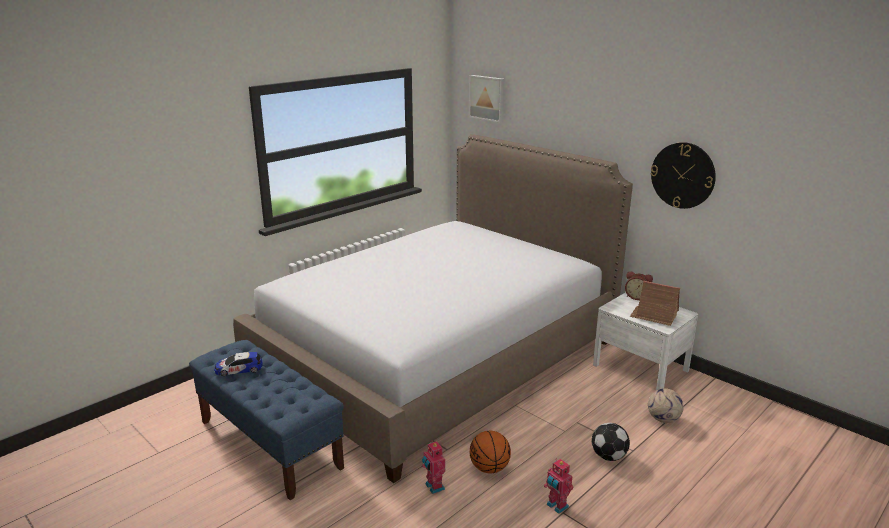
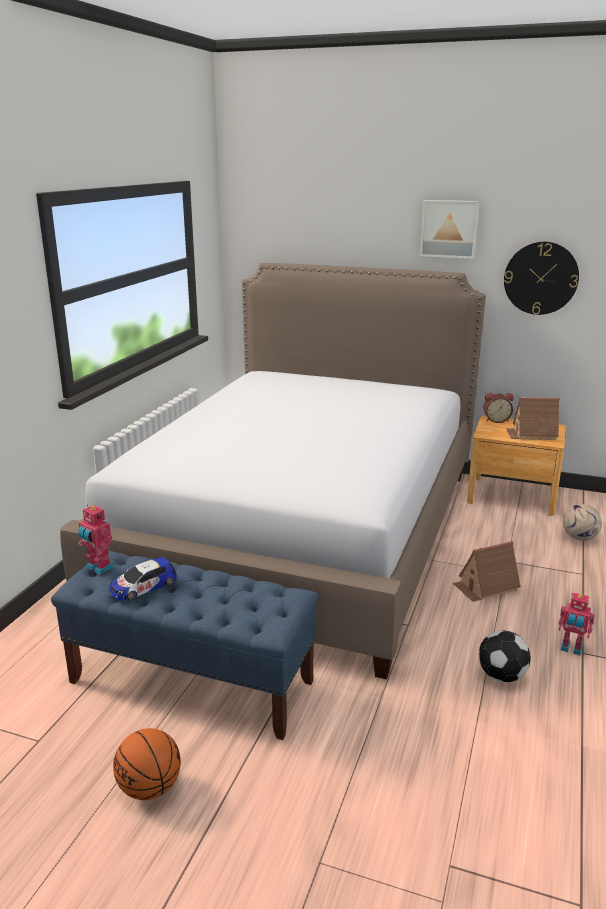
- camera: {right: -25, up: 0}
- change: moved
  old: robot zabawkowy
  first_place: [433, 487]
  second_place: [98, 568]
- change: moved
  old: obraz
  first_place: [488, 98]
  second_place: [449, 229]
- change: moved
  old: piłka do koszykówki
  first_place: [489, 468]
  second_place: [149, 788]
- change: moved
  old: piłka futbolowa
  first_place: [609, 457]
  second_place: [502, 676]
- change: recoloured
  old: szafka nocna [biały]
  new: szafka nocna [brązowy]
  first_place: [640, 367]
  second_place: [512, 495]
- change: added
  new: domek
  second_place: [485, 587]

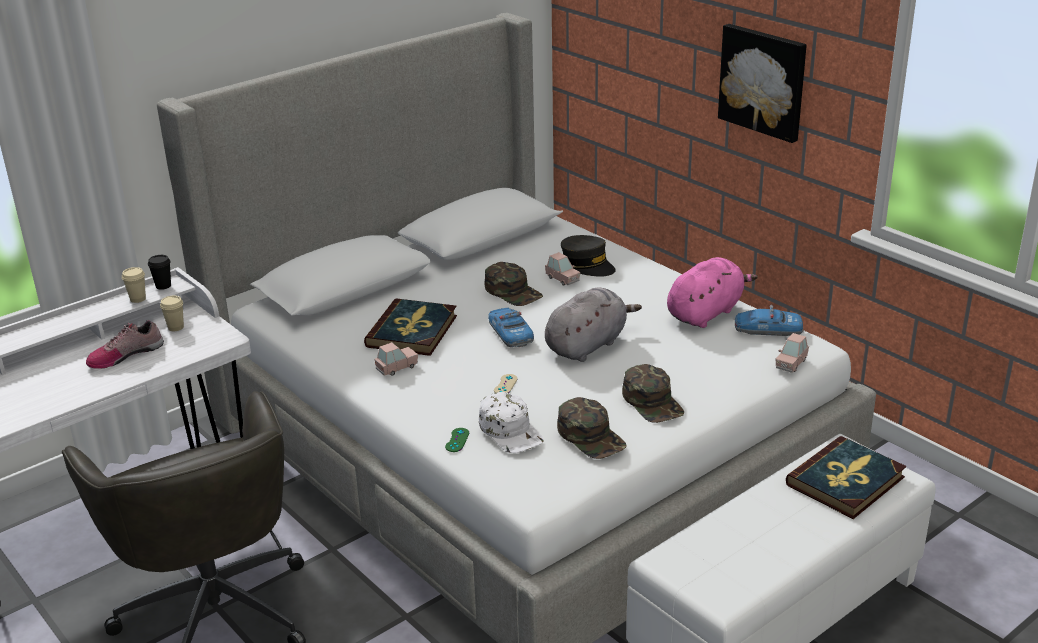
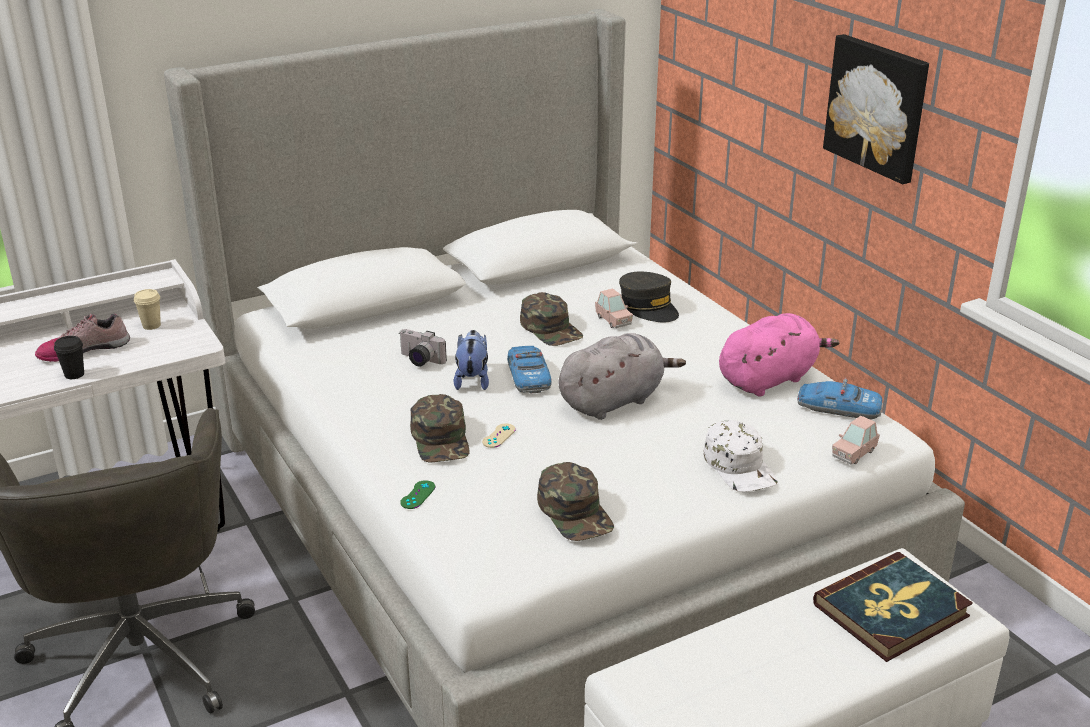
- camera: {right: 10, up: 0}
- change: removed
  old: filiżanka [beżowy]
  first_place: [138, 299]
- change: moved
  old: filiżanka [czarny]
  first_place: [163, 286]
  second_place: [74, 374]
- change: replaced
  old: książka
  new: aparat fotograficzny
  first_place: [412, 331]
  second_place: [419, 360]
- change: removed
  old: samochodzik [różowy]
  first_place: [397, 368]
- change: moved
  old: czapka z daszkiem [biały]
  first_place: [511, 431]
  second_place: [740, 466]
- change: moved
  old: czapka z daszkiem [zielony]
  first_place: [653, 402]
  second_place: [441, 439]
- change: added
  new: pluszak
  second_place: [472, 380]

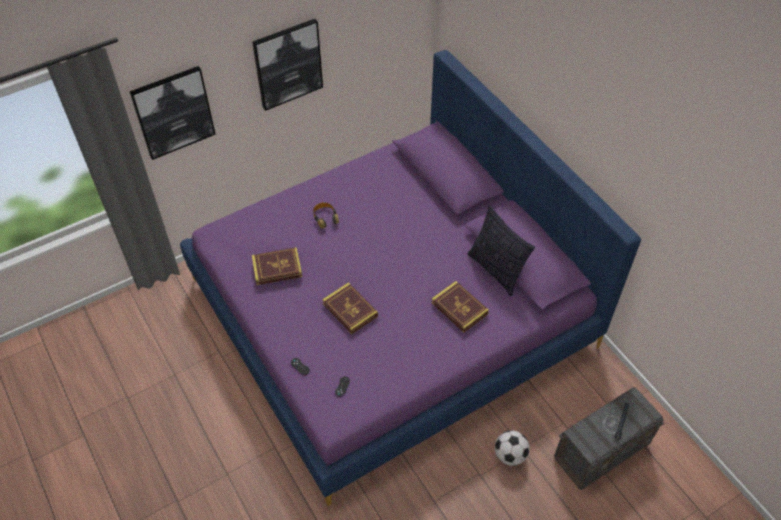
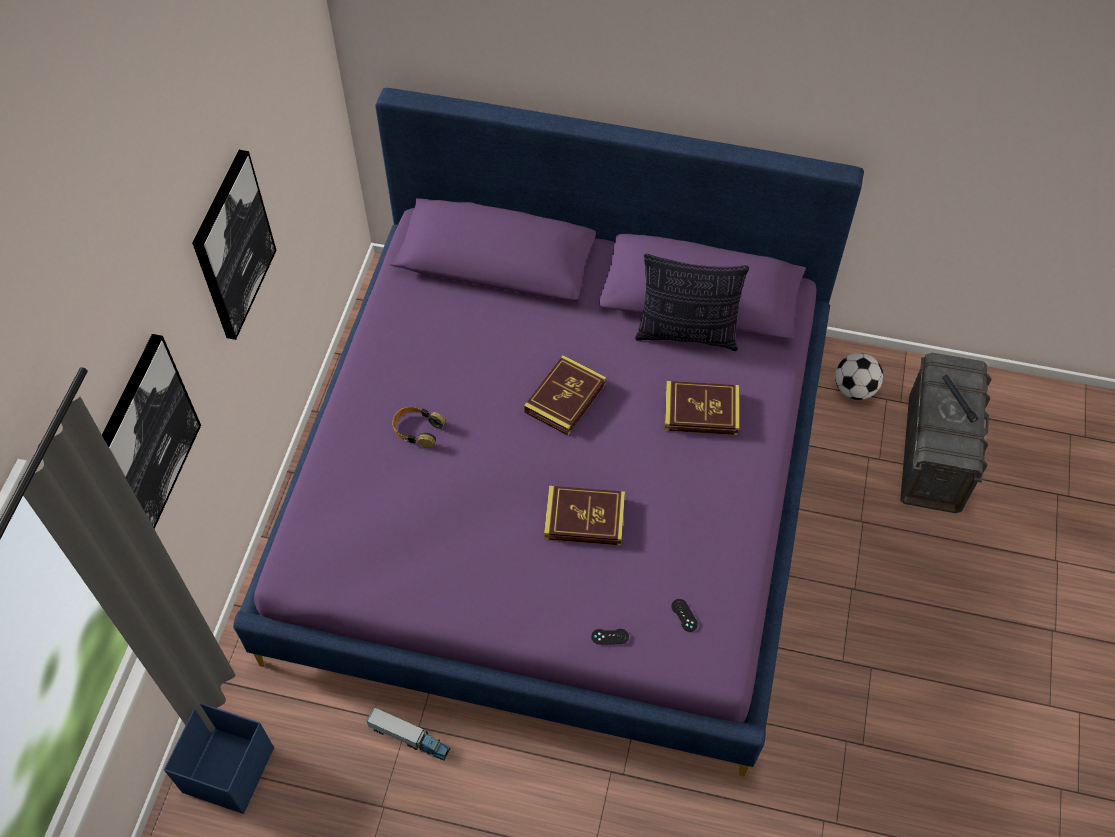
- camera: {right: -45, up: 5}
- change: moved
  old: książka
  first_place: [277, 268]
  second_place: [565, 398]
- change: moved
  old: piłka futbolowa
  first_place: [510, 455]
  second_place: [854, 389]
- change: added
  new: pojemnik do przechowywania [niebieski]
  second_place: [230, 769]
- change: added
  new: ciężarówka zabawkowa
  second_place: [409, 738]

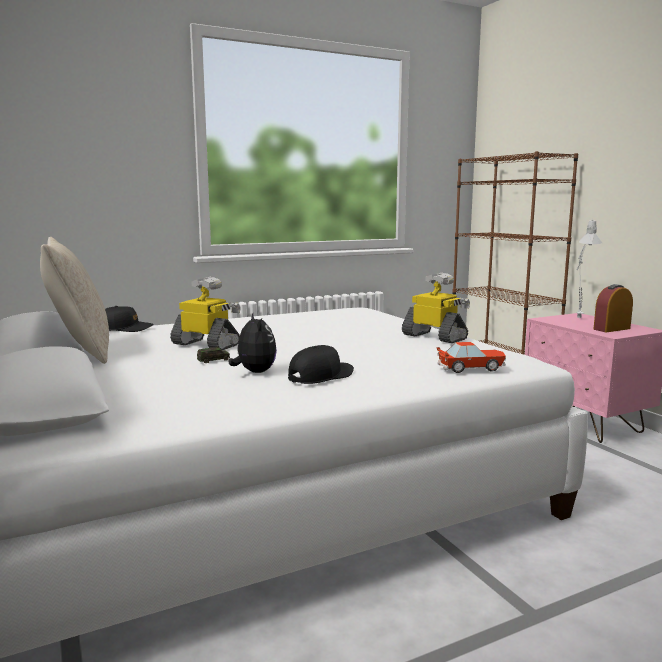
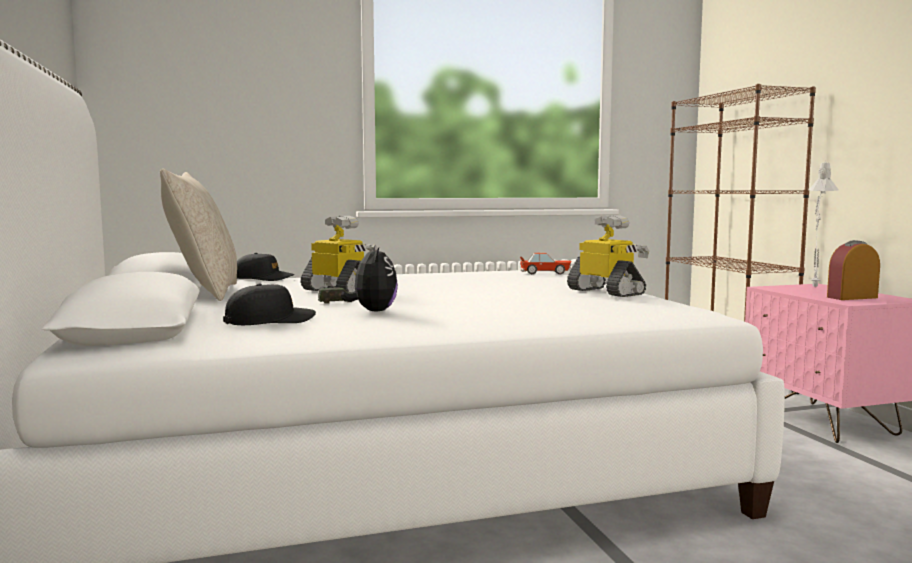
- camera: {right: 10, up: -5}
- change: moved
  old: czapka z daszkiem [czarny]
  first_place: [321, 376]
  second_place: [270, 321]
- change: moved
  old: samochodzik
  first_place: [471, 368]
  second_place: [545, 273]

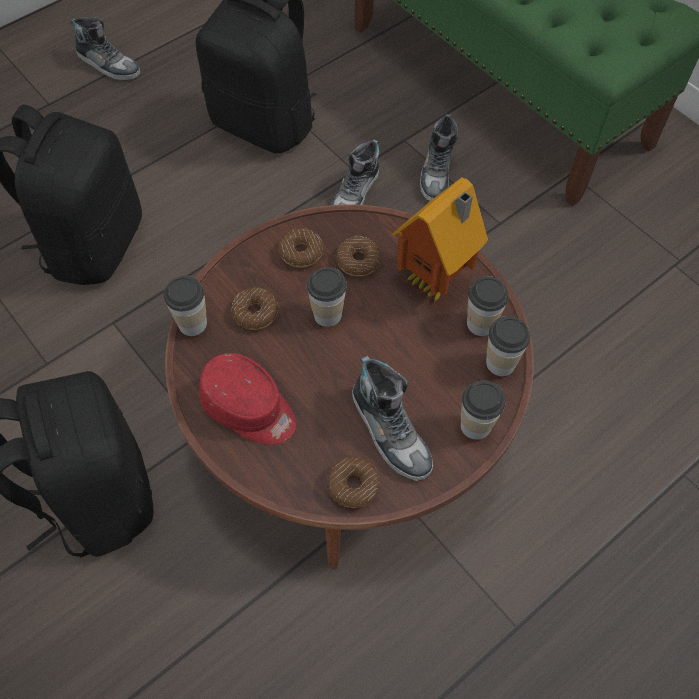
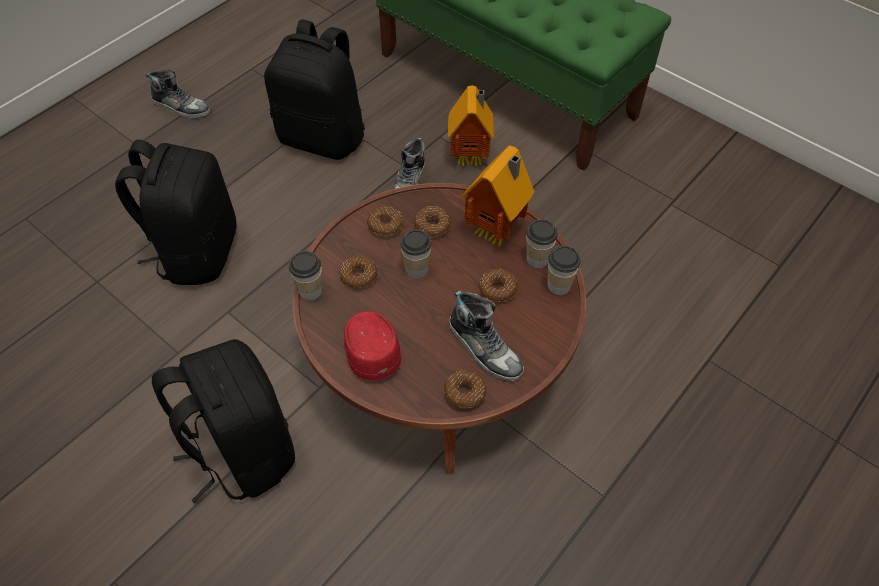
- camera: {right: -10, up: -5}
- change: turned
  old: czapka z daszkiem [czerwony]
  first_place: [250, 409]
  second_place: [370, 349]
  degrees: -135
- change: replaced
  old: but
  new: domek
  first_place: [437, 172]
  second_place: [471, 158]
- change: removed
  old: filiżanka
  first_place: [476, 425]
- change: added
  new: donut
  second_place: [498, 289]

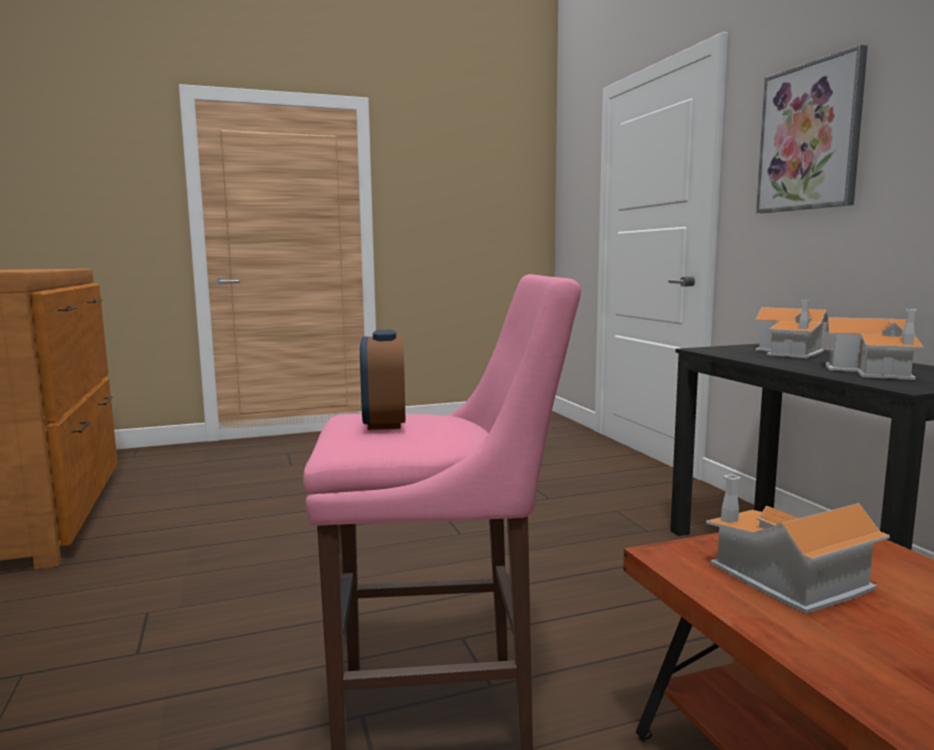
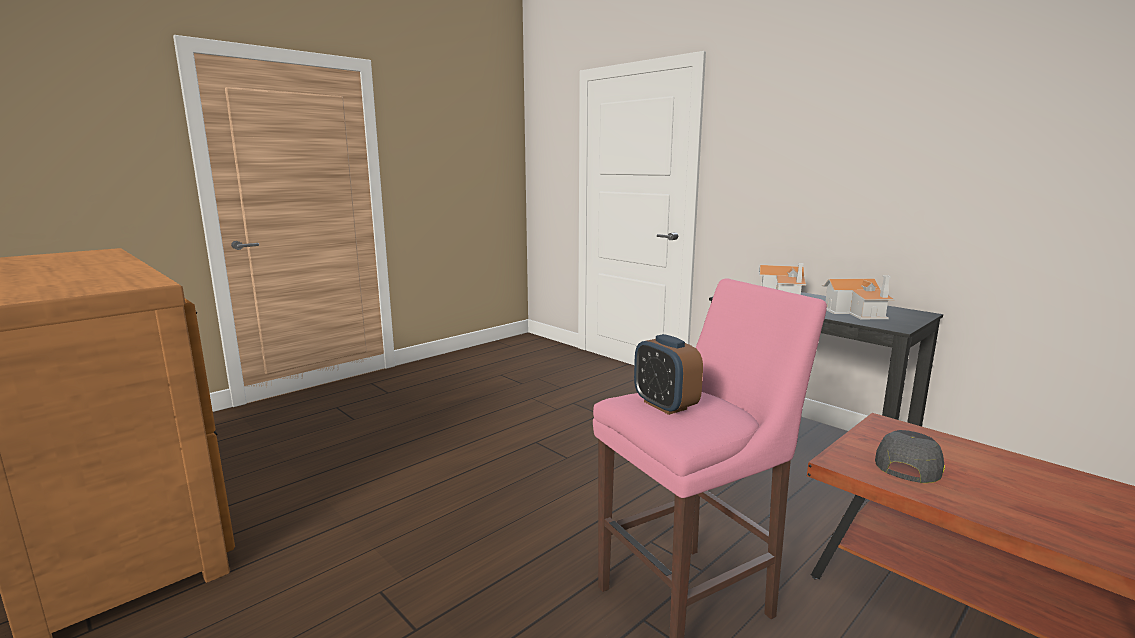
- camera: {right: -25, up: 5}
- change: replaced
  old: domek
  new: czapka z daszkiem [szary]
  first_place: [786, 579]
  second_place: [908, 464]
- change: removed
  old: obraz
  first_place: [810, 137]

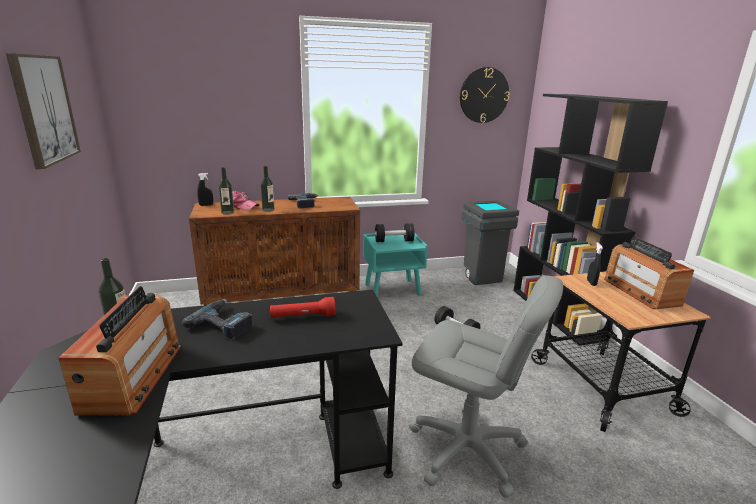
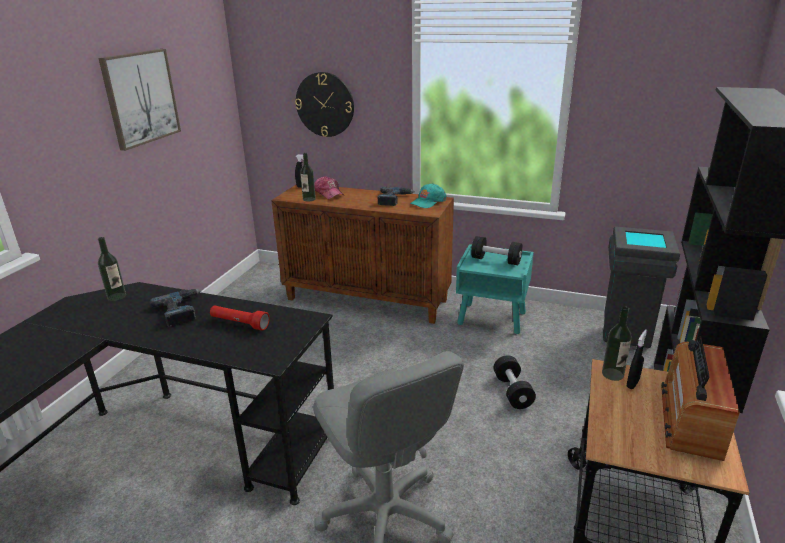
- camera: {right: 35, up: 5}
- change: removed
  old: radio
  first_place: [133, 376]
- change: moved
  old: butelka
  first_place: [268, 210]
  second_place: [612, 374]
- change: moved
  old: zegar ścienny
  first_place: [484, 95]
  second_place: [325, 104]
- change: added
  new: czapka z daszkiem [turkusowy]
  second_place: [428, 202]

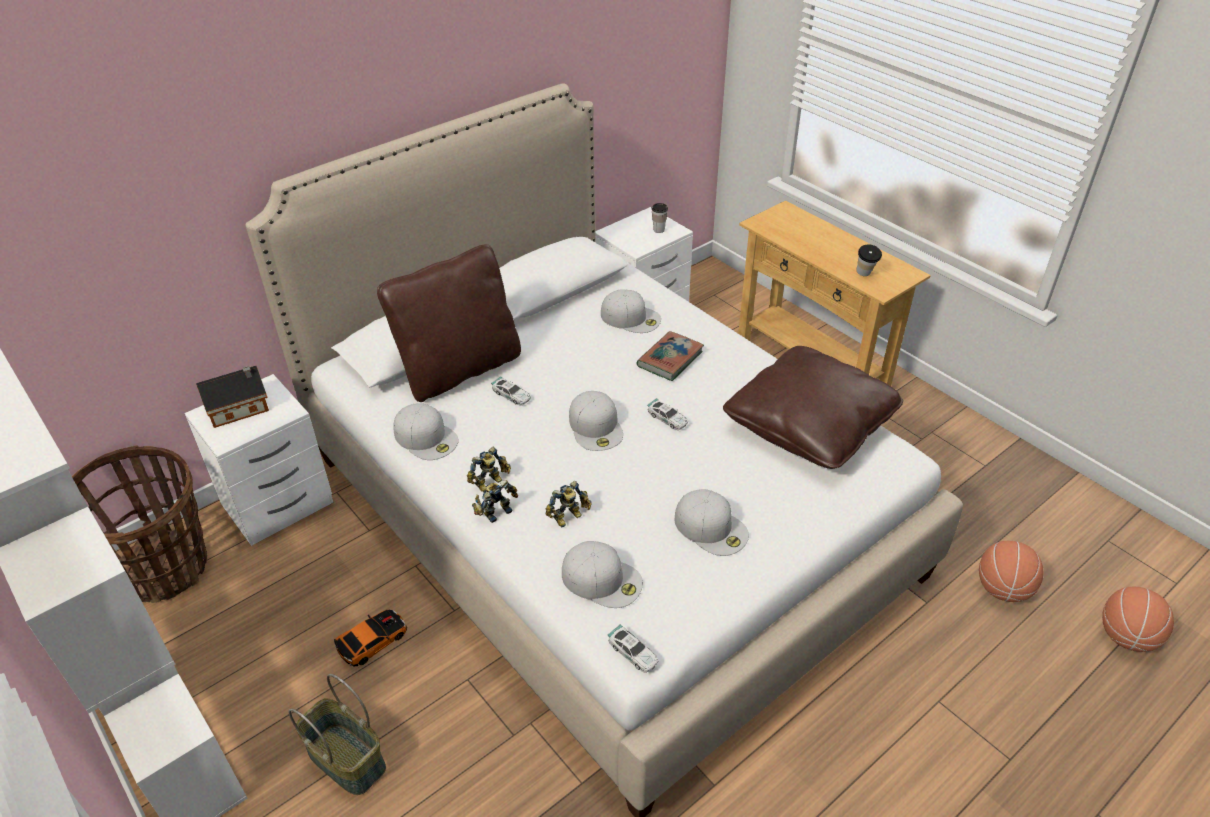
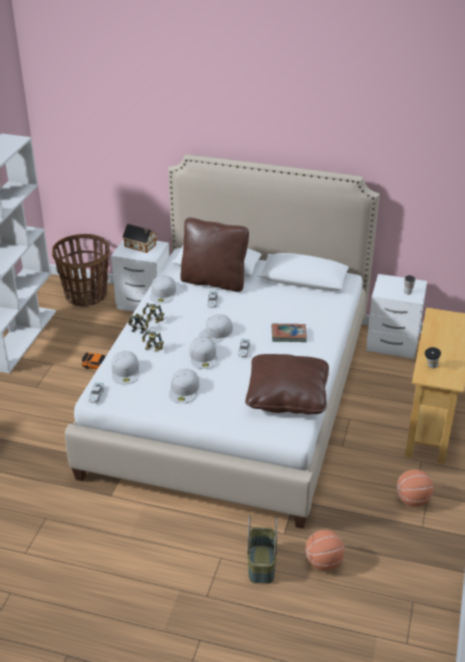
- camera: {right: 55, up: -5}
- change: moved
  old: koszyk
  first_place: [348, 759]
  second_place: [262, 565]
- change: moved
  old: czapka z daszkiem [biały]
  first_place: [631, 317]
  second_place: [203, 356]
- change: moved
  old: piłka do koszykówki
  first_place: [1126, 637]
  second_place: [412, 500]

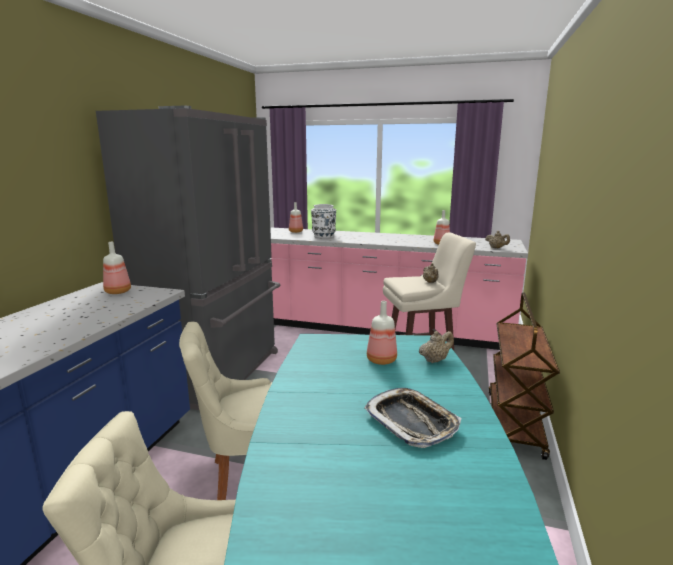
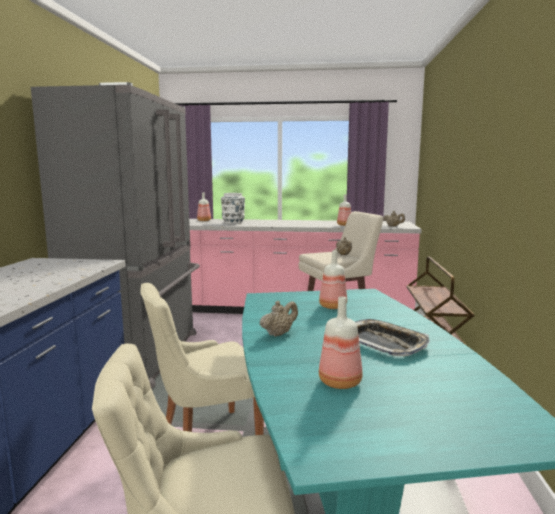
- camera: {right: -10, up: -5}
- change: moved
  old: butelka
  first_place: [118, 291]
  second_place: [340, 382]
- change: moved
  old: imbryk [beżowy]
  first_place: [435, 360]
  second_place: [278, 334]

